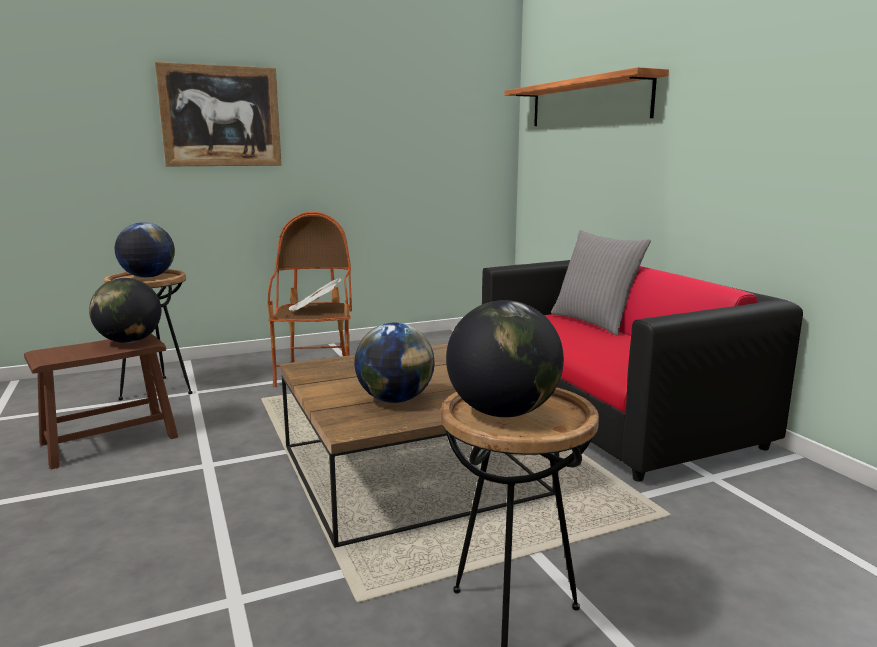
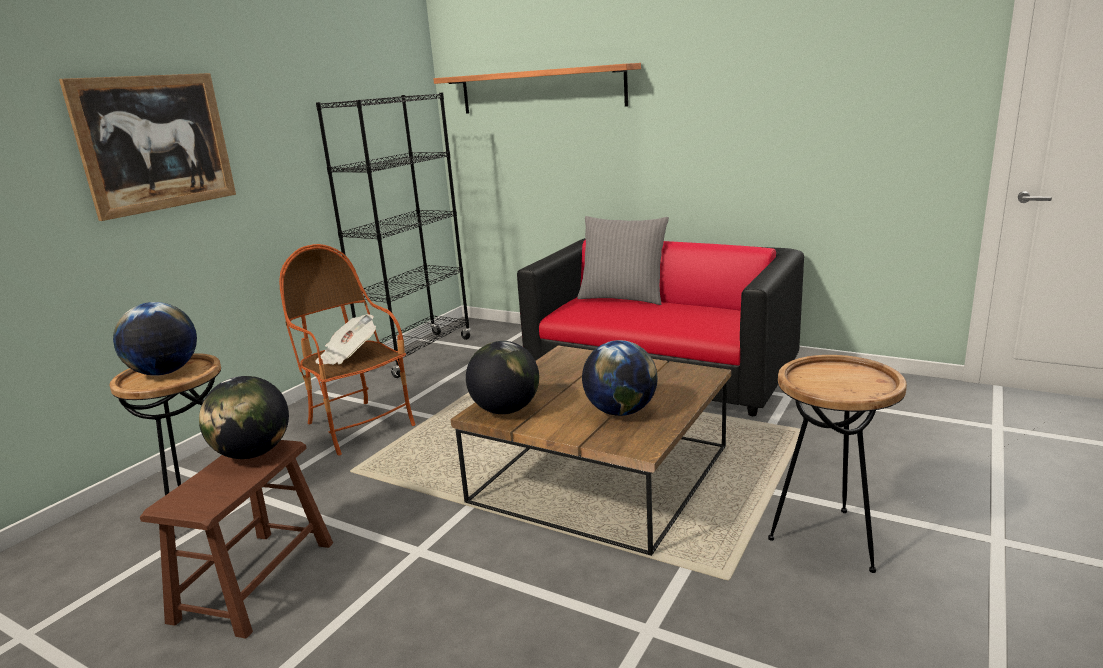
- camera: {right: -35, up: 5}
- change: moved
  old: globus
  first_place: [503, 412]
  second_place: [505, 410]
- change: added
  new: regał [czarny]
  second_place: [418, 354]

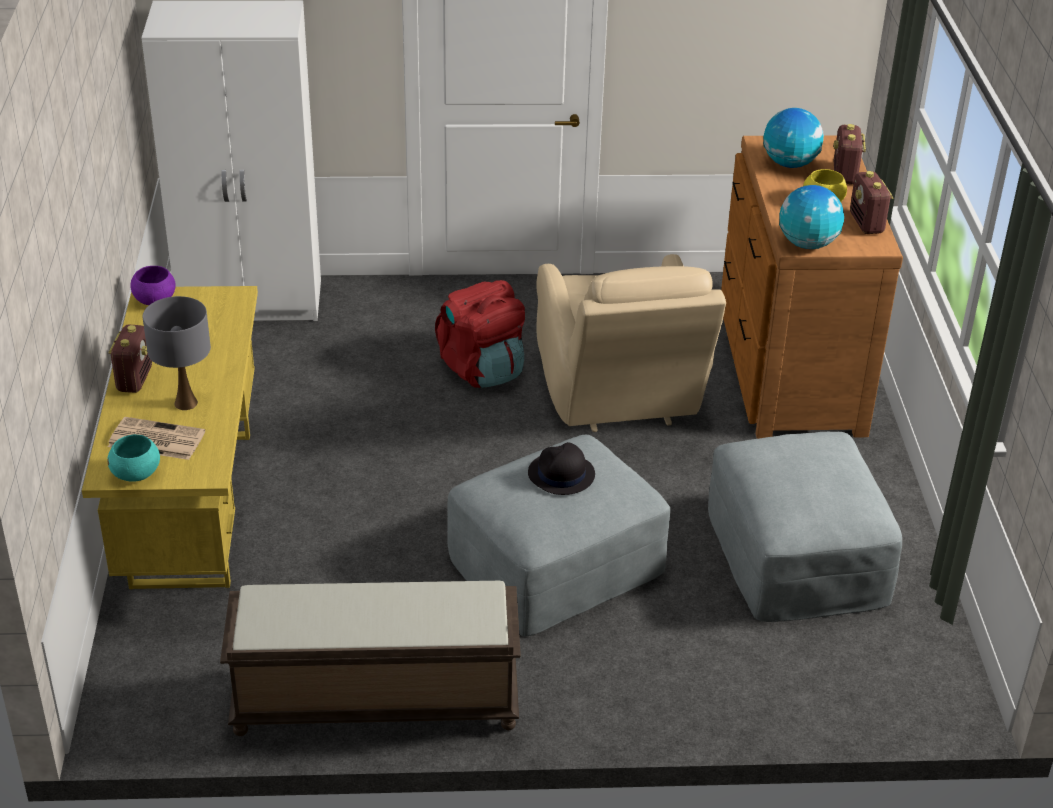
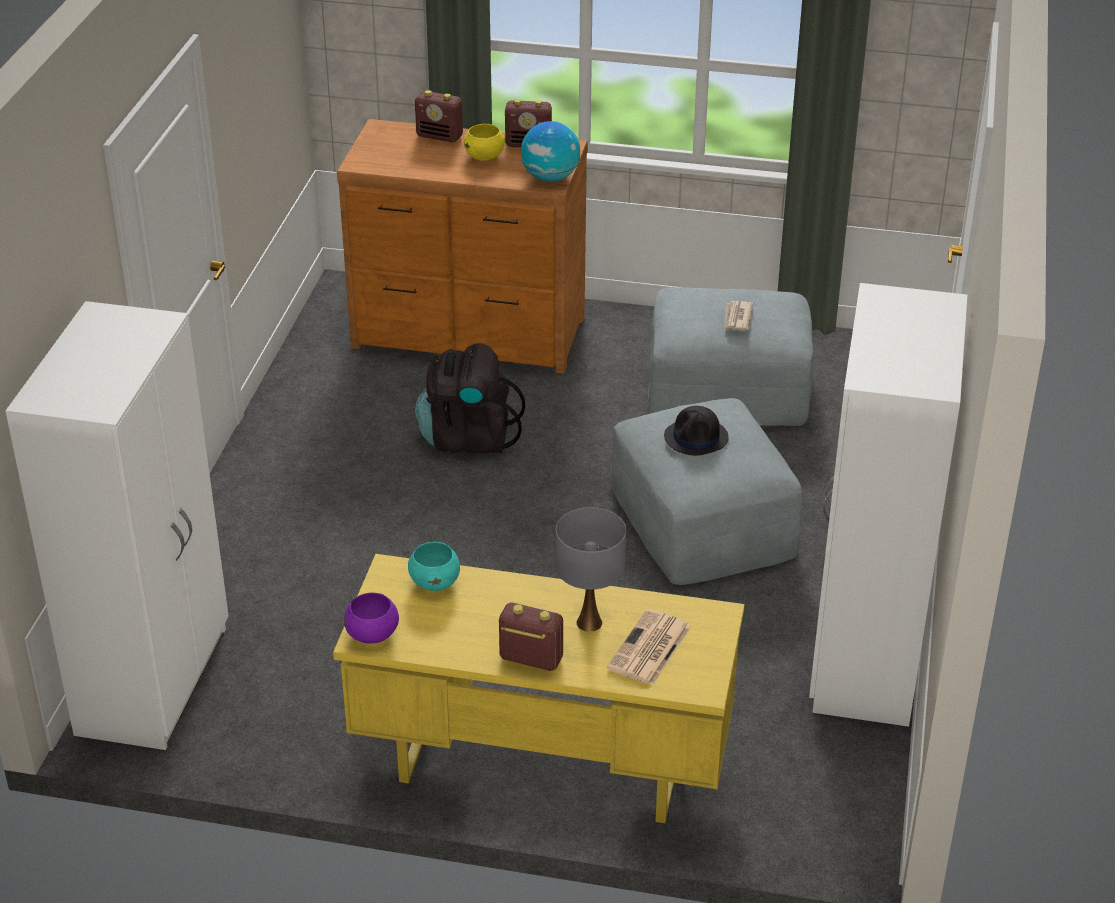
- camera: {right: -75, up: 0}
- change: moved
  old: miska [turkusowy]
  first_place: [136, 474]
  second_place: [435, 582]
- change: replaced
  old: ławka [brązowy]
  new: szafa [biały]
  first_place: [374, 701]
  second_place: [863, 660]
- change: removed
  old: plecak [czerwony]
  first_place: [482, 369]
- change: replaced
  old: fotel [beżowy]
  new: plecak [czarny]
  first_place: [620, 397]
  second_place: [468, 438]
- change: removed
  old: globus
  first_place: [789, 164]
- change: added
  new: gazeta
  second_place: [737, 318]

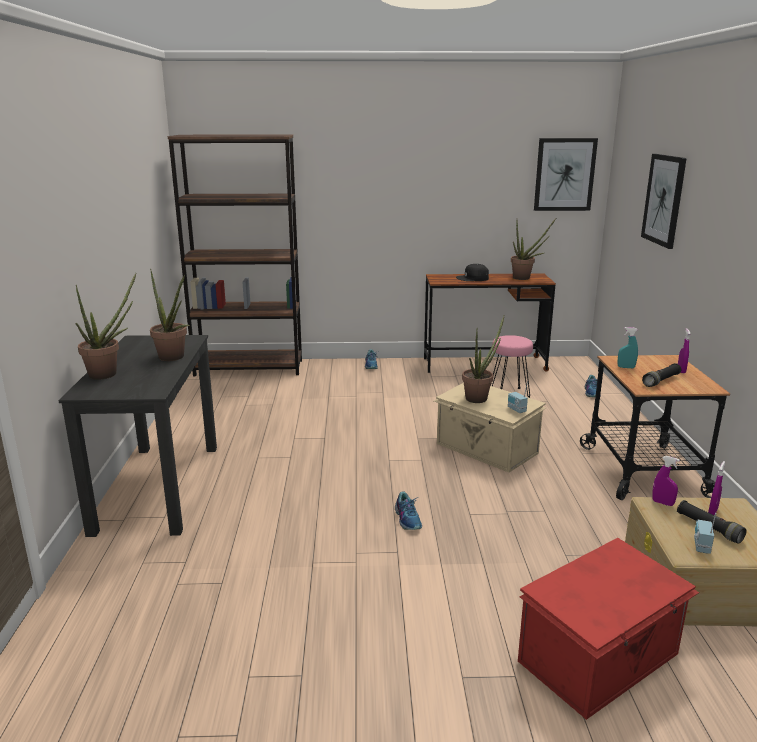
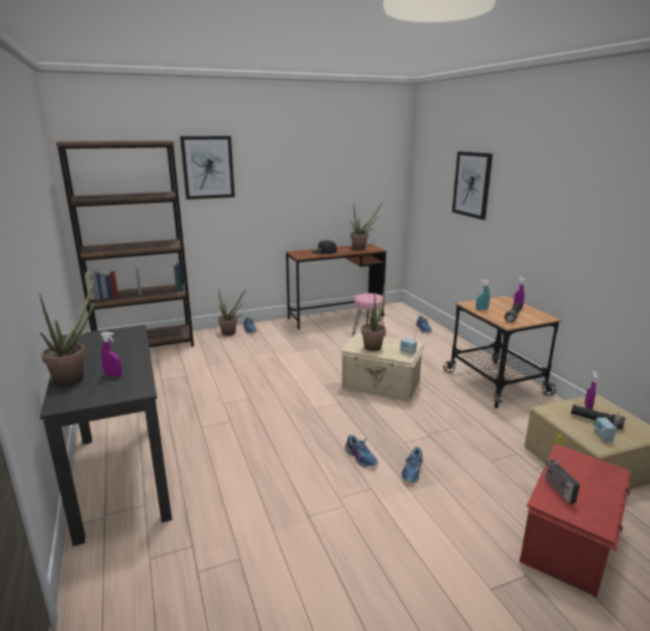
- camera: {right: -20, up: 0}
- change: moved
  old: roślina doniczkowa
  first_place: [174, 358]
  second_place: [231, 333]
- change: moved
  old: obraz
  first_place: [564, 174]
  second_place: [208, 167]
- change: moved
  old: spryskiwacz [fioletowy]
  first_place: [662, 503]
  second_place: [113, 375]
- change: added
  new: but
  second_place: [413, 471]
- change: added
  new: radio
  second_place: [557, 489]

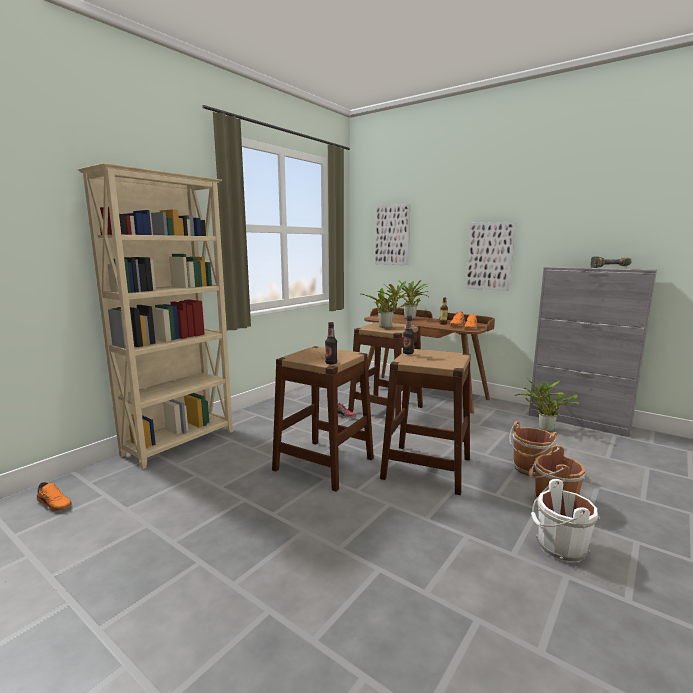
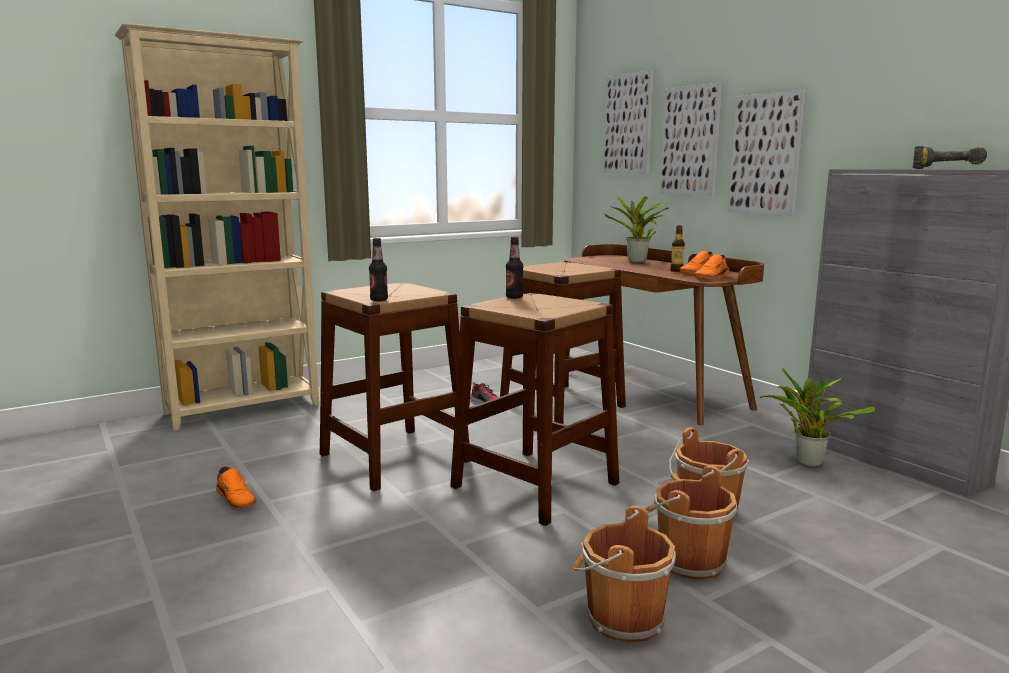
- camera: {right: 20, up: 0}
- change: moved
  old: but [pomarańczowy]
  first_place: [55, 503]
  second_place: [237, 499]
- change: removed
  old: roślina doniczkowa
  first_place: [387, 327]
- change: recoloured
  old: wiadro [biały]
  new: wiadro [brązowy]
  first_place: [559, 547]
  second_place: [621, 619]
- change: added
  new: obraz
  second_place: [691, 141]

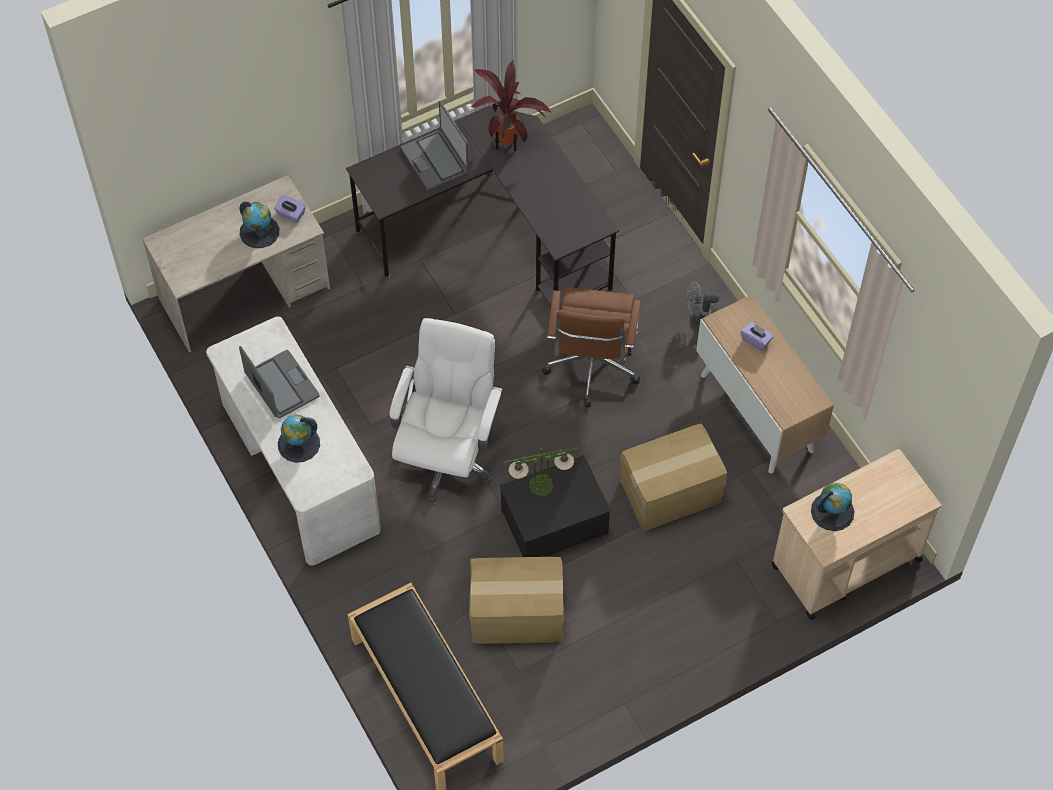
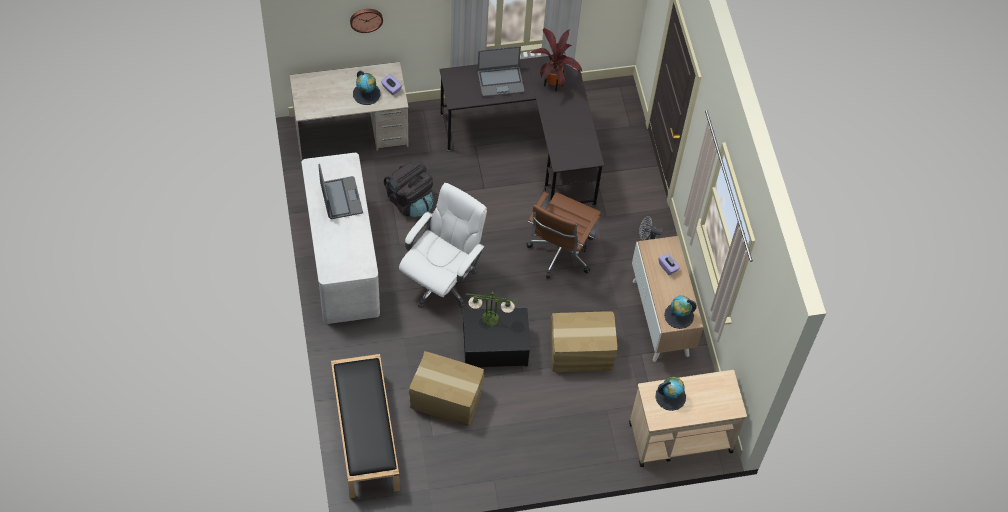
- camera: {right: 15, up: 0}
- change: moved
  old: globus
  first_place: [299, 444]
  second_place: [679, 315]
- change: turned
  old: laptop
  first_place: [435, 160]
  second_place: [500, 81]
  degrees: -90
- change: added
  new: zegar ścienny
  second_place: [366, 19]
- change: added
  new: plecak [czarny]
  second_place: [410, 201]

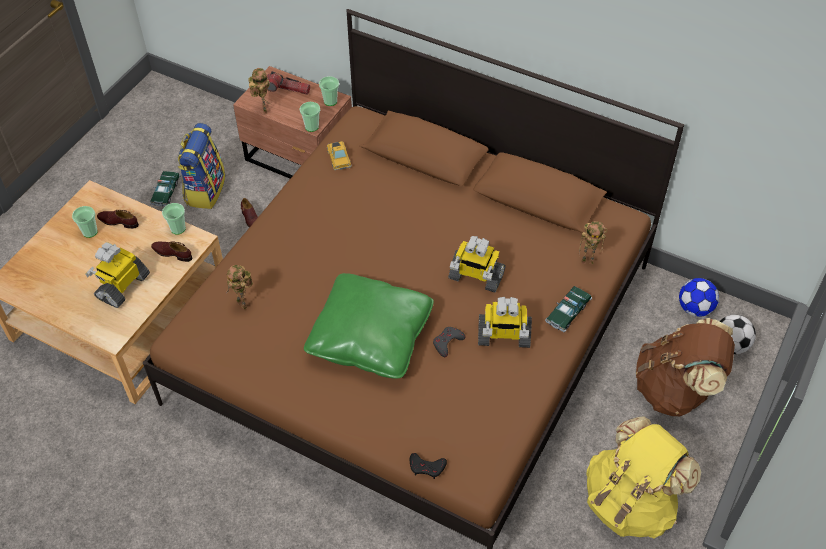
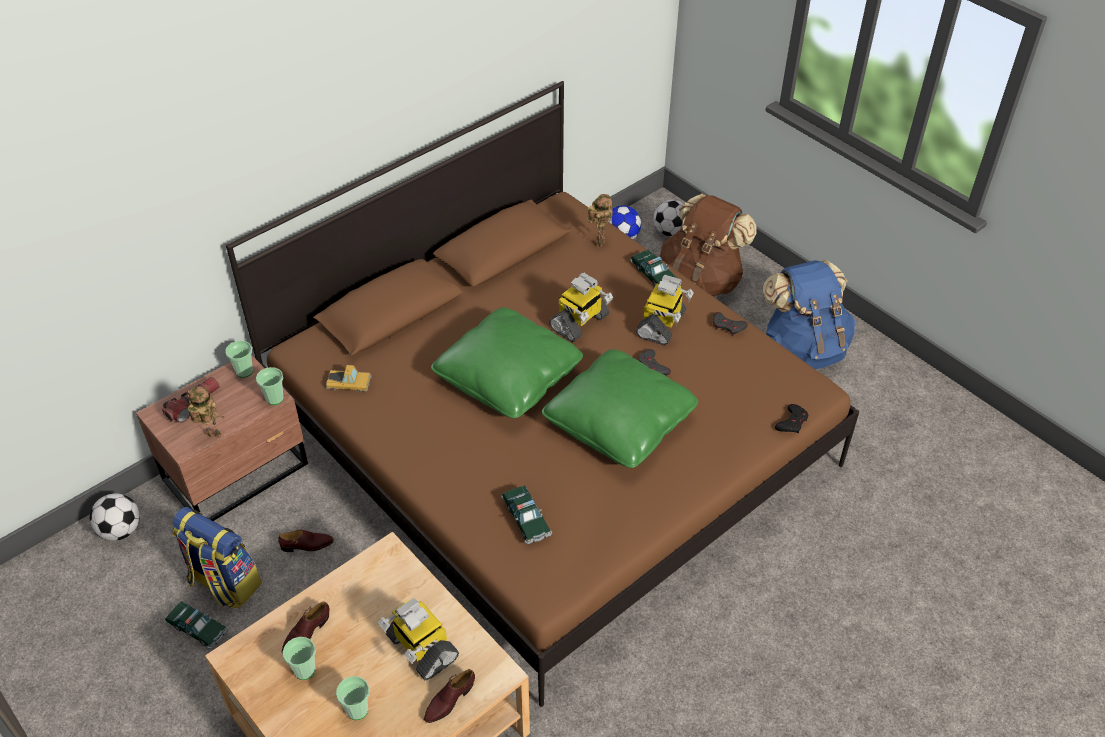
- camera: {right: -70, up: -5}
- change: moved
  old: but [brązowy]
  first_place: [172, 253]
  second_place: [449, 700]
- change: moved
  old: filiżanka
  first_place: [178, 229]
  second_place: [357, 710]
- change: replaced
  old: robot zabawkowy
  new: samochodzik
  first_place: [243, 304]
  second_place: [526, 519]
- change: recoloured
  old: plecak [żółty]
  new: plecak [niebieski]
  first_place: [630, 502]
  second_place: [803, 348]
- change: added
  new: piłka futbolowa
  second_place: [121, 530]
- change: added
  new: poduszka [zielony]
  second_place: [508, 377]
- change: added
  new: pad do gier [szary]
  second_place: [728, 326]

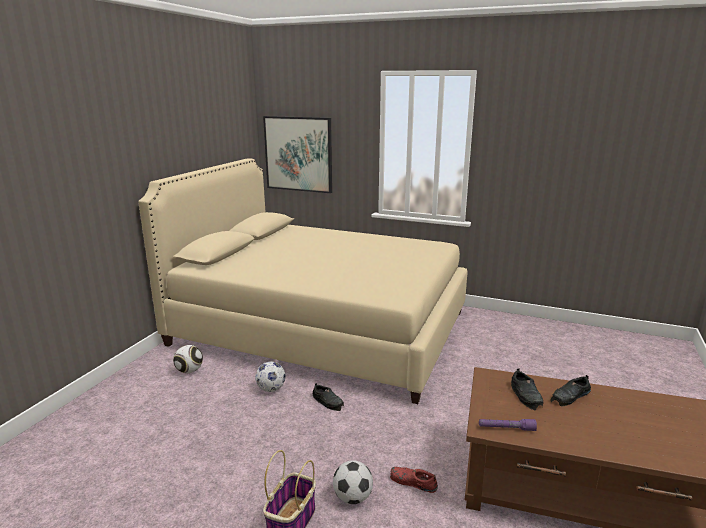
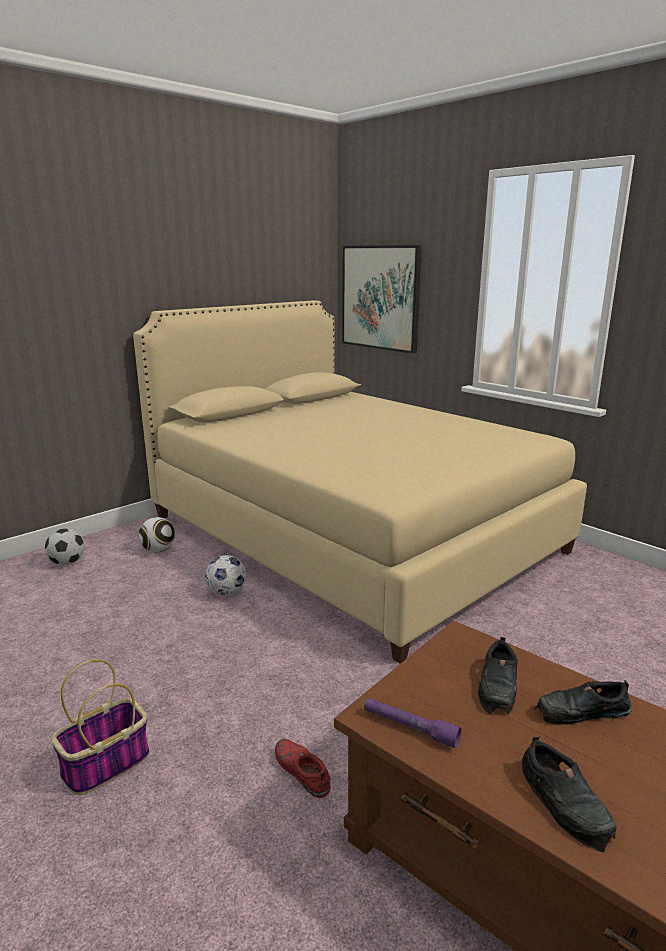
- camera: {right: 25, up: 0}
- change: moved
  old: but [czarny]
  first_place: [328, 401]
  second_place: [565, 802]
- change: moved
  old: piłka futbolowa
  first_place: [352, 497]
  second_place: [67, 563]

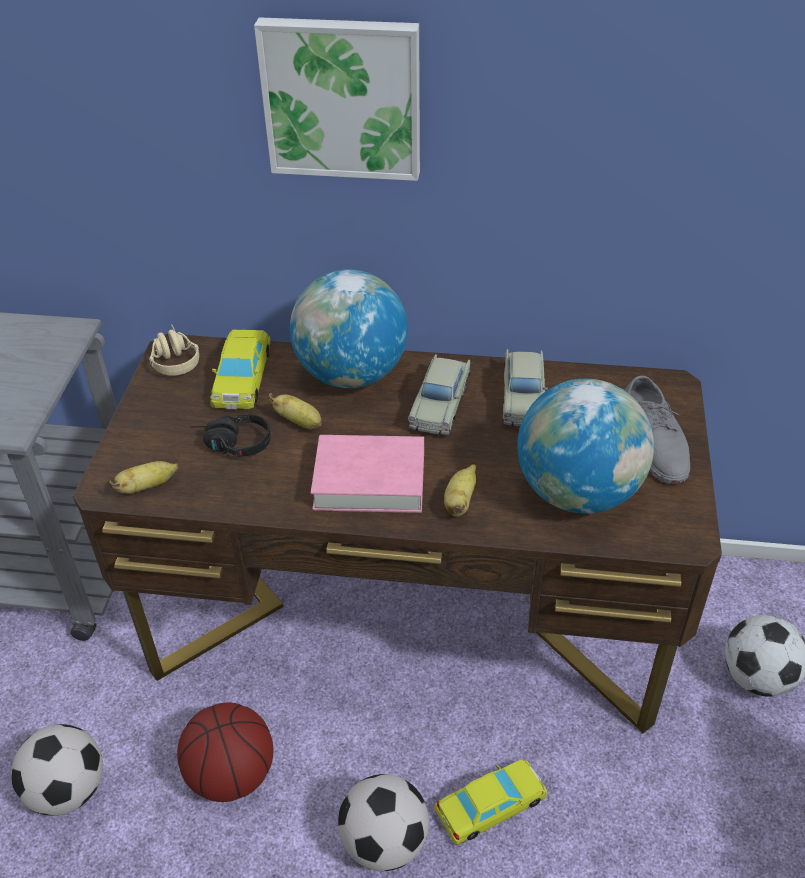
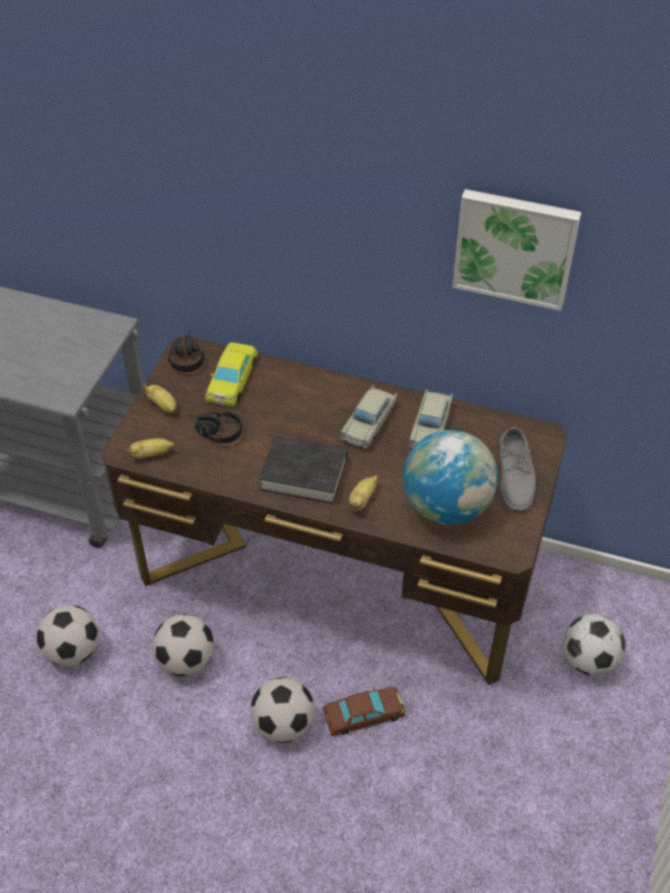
- camera: {right: 10, up: 5}
- change: recoloured
  old: słuchawki [beżowy]
  new: słuchawki [czarny]
  first_place: [173, 358]
  second_place: [185, 356]
- change: replaced
  old: piłka do koszykówki
  new: piłka futbolowa
  first_place: [231, 774]
  second_place: [186, 660]
- change: moved
  old: obraz
  first_place: [342, 98]
  second_place: [515, 247]
- change: moved
  old: banan
  first_place: [299, 422]
  second_place: [163, 406]
- change: removed
  old: globus
  first_place: [351, 374]
- change: recoloured
  old: książka [różowy]
  new: książka [czarny]
  first_place: [369, 480]
  second_place: [304, 474]
- change: recoloured
  old: samochodzik [żółty]
  new: samochodzik [brązowy]
  first_place: [491, 804]
  second_place: [364, 713]

